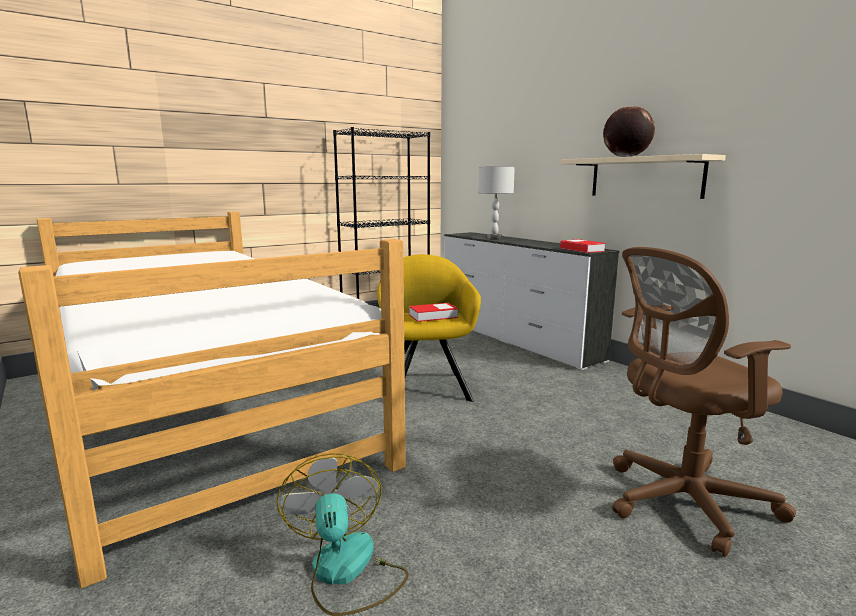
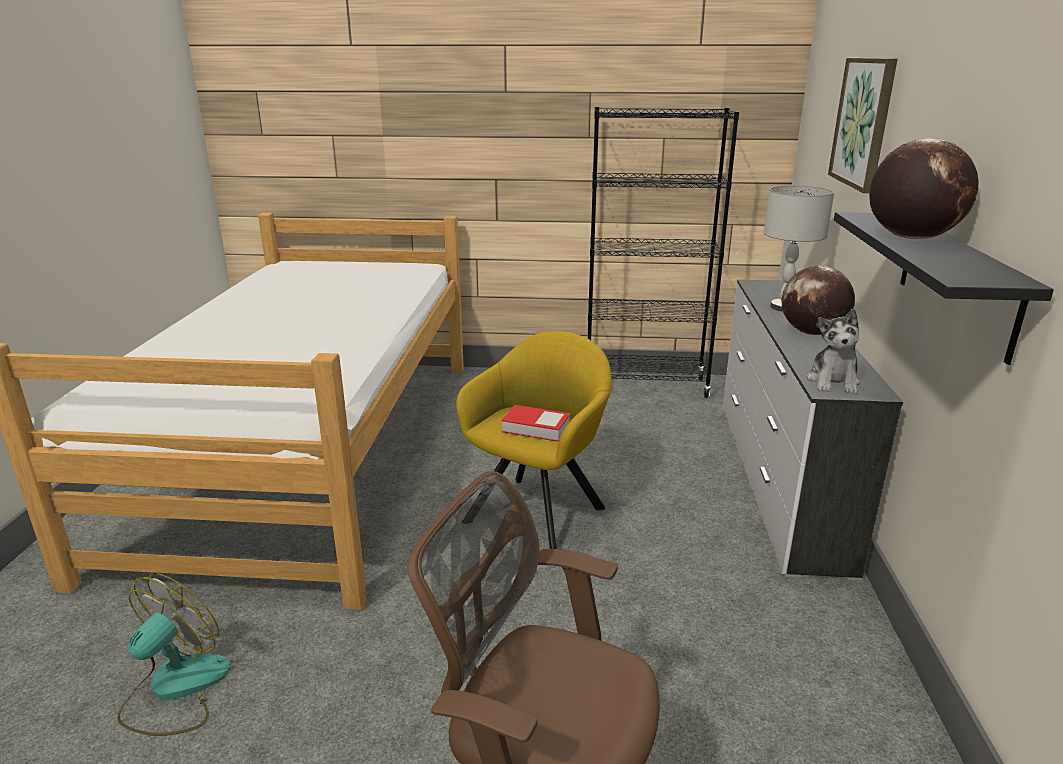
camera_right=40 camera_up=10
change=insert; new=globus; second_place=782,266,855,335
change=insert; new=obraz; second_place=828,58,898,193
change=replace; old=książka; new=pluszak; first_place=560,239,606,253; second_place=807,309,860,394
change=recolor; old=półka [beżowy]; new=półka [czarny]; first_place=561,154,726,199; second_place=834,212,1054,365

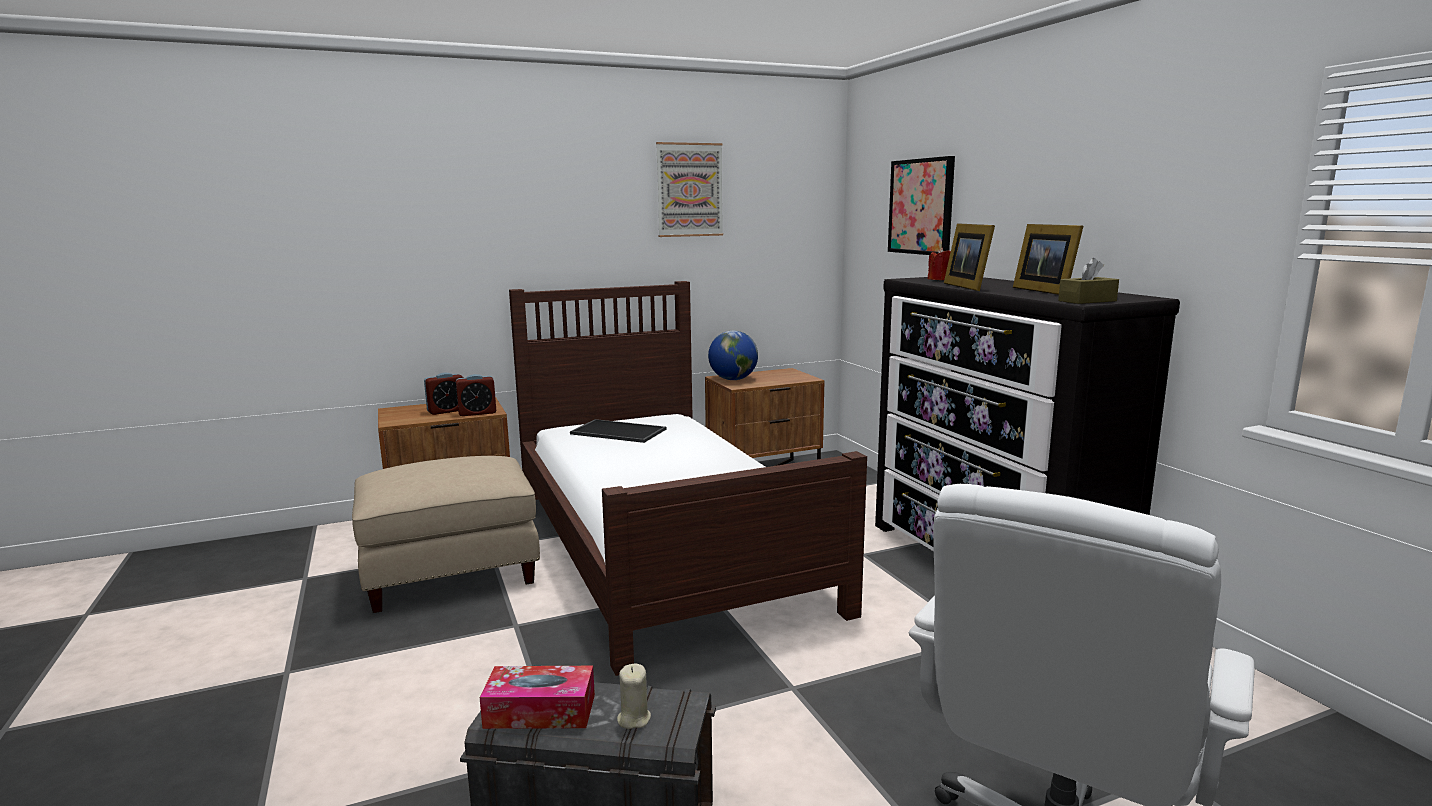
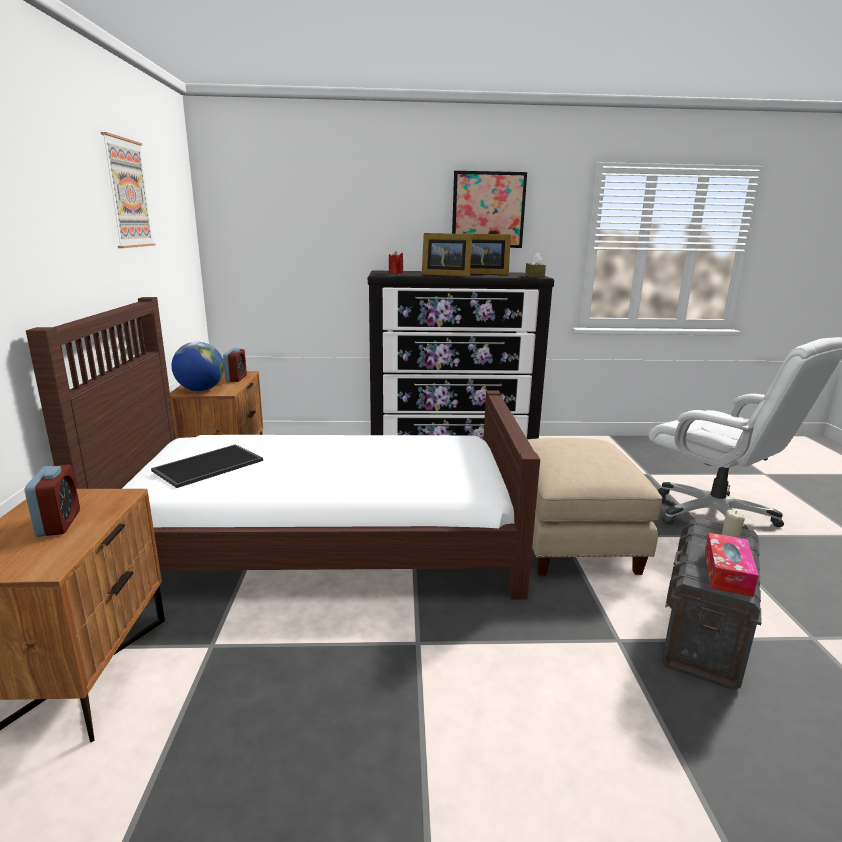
camera_right=-70 camera_up=5
change=move; old=pufa [beżowy]; first_place=352,456,540,613; second_place=527,438,663,576
change=move; old=budzik; first_place=456,374,496,416; second_place=223,348,247,382
change=move; old=obraz; first_place=888,156,955,255; second_place=452,171,527,248

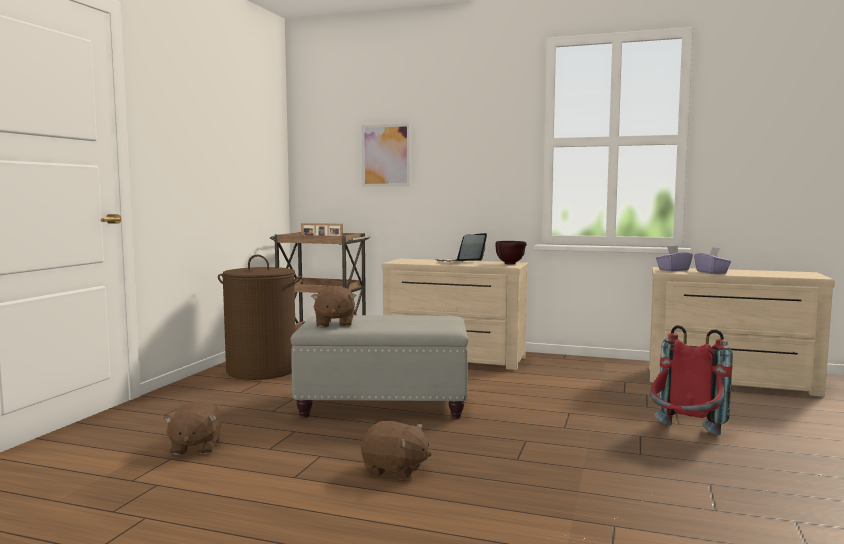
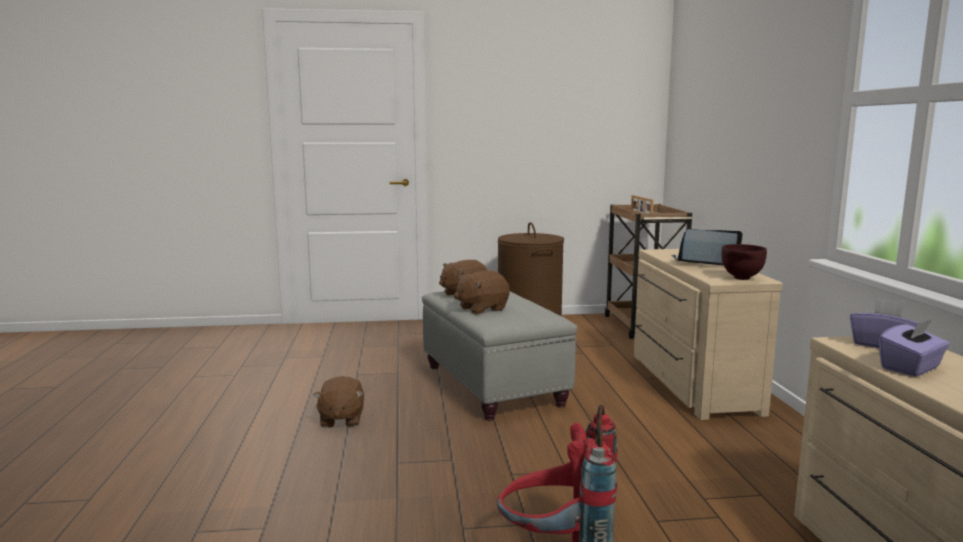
camera_right=65 camera_up=5
change=delete; old=obraz; first_place=362,123,410,187
change=move; old=pluszak [brązowy]; first_place=163,400,222,455; second_place=455,271,510,314

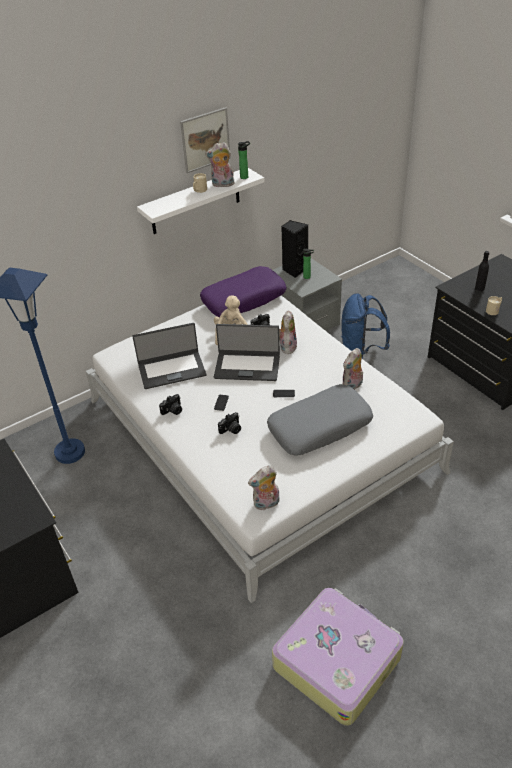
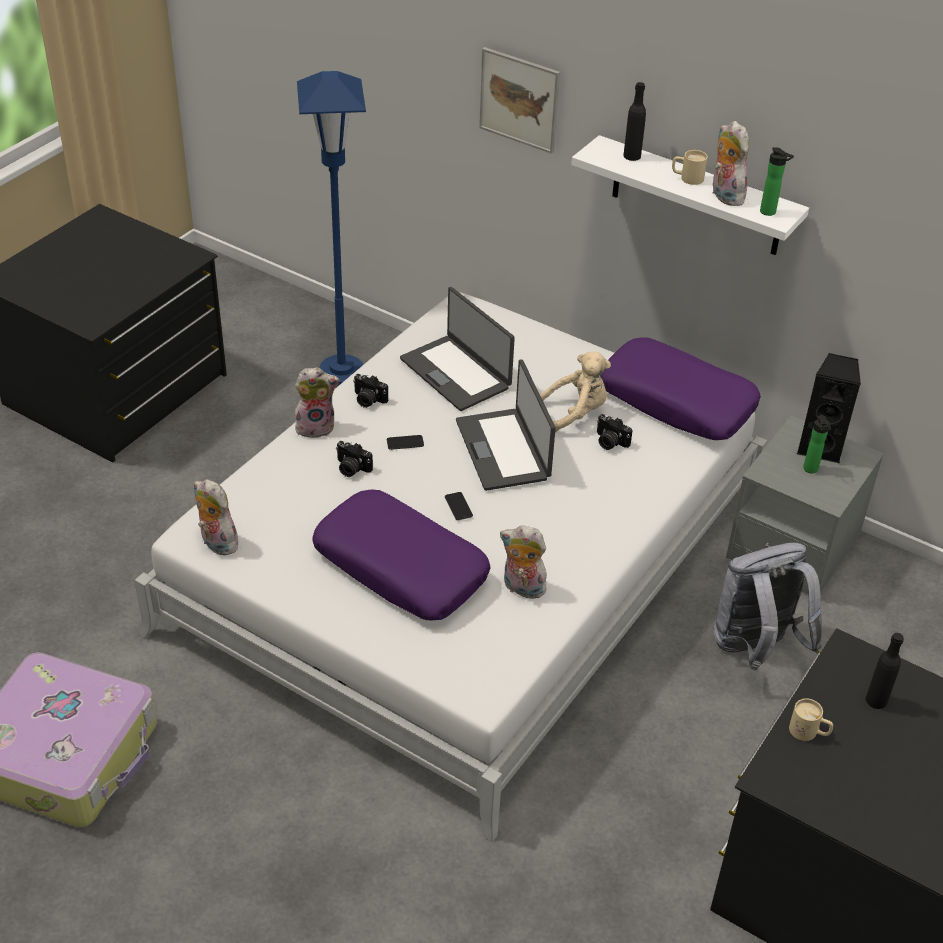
camera_right=65 camera_up=0
change=insert; new=butelka [czarny]; second_place=623,82,646,161
change=move; old=obraz; first_place=180,107,231,173; second_place=479,47,560,154
change=move; old=pluszak; first_place=279,311,297,354; second_place=295,367,340,438
change=recolor; old=poduszka [szary]; new=poduszka [fioletowy]; first_place=267,384,373,455; second_place=312,489,490,621
change=recolor; old=plecak [niebieski]; new=plecak [szary]; first_place=341,293,390,358; second_place=714,543,822,670

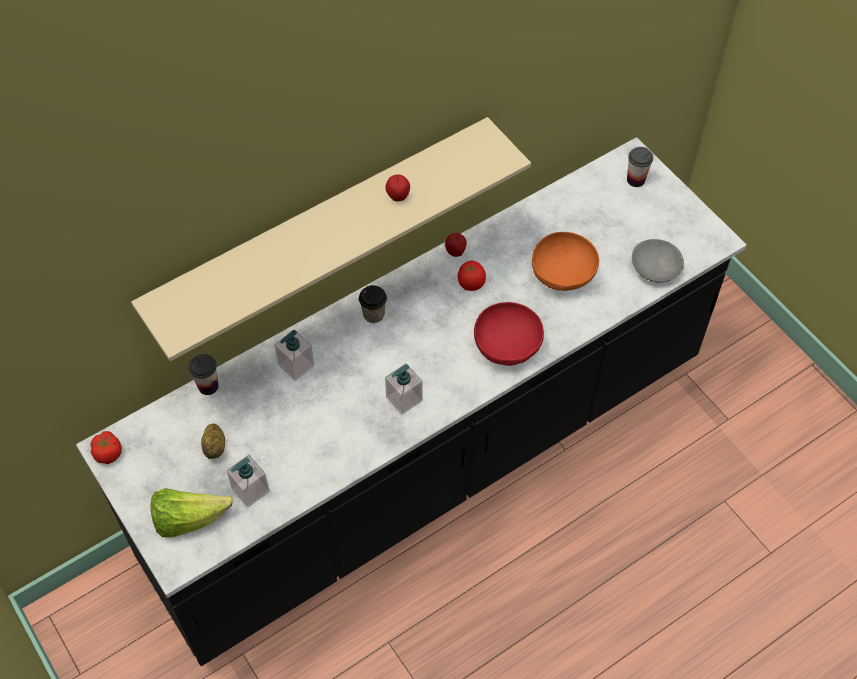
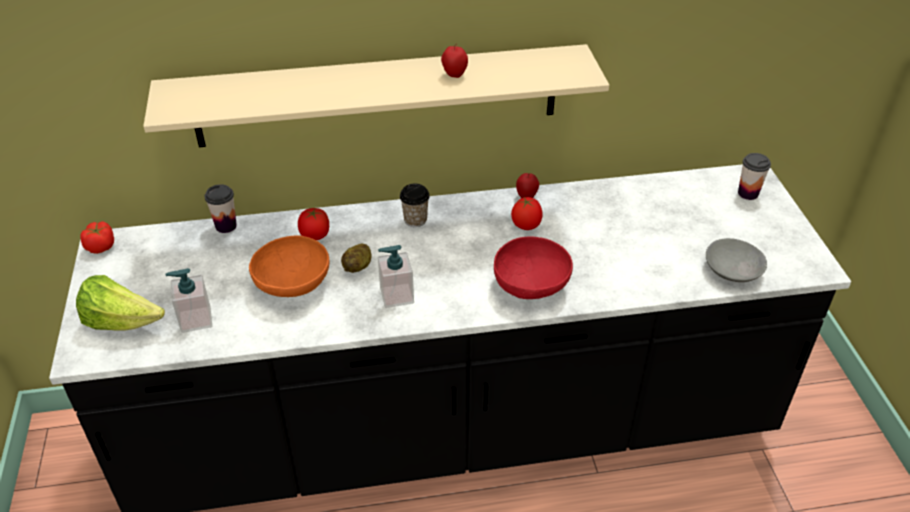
camera_right=25 camera_up=-15
change=move; old=ziemniak; first_place=201,424,225,459; second_place=341,244,372,273
change=move; old=miska [pomarańczowy]; first_place=532,232,599,291; second_place=249,235,330,297
change=replace; old=dozownik mydła; new=pomidor; first_place=275,330,315,381; second_place=298,208,329,240

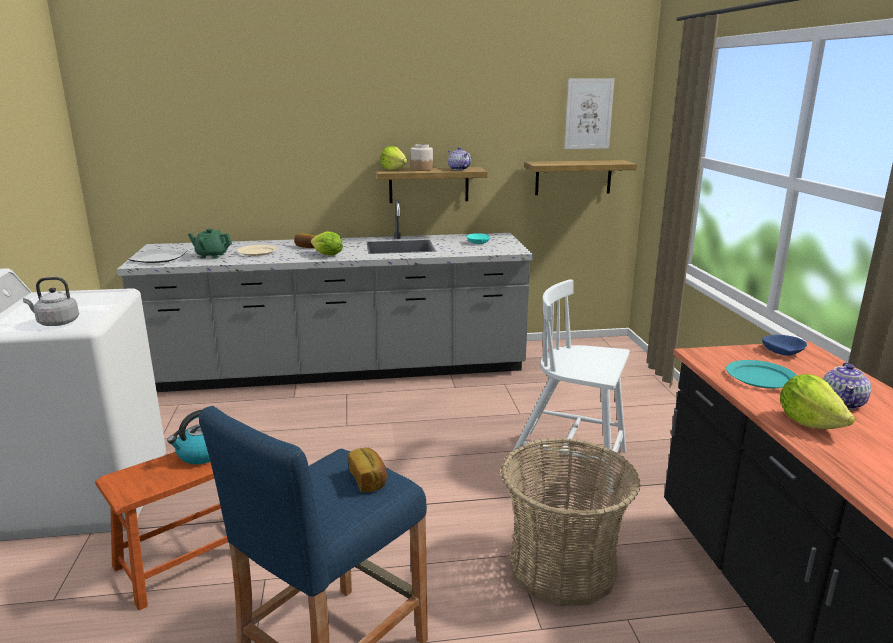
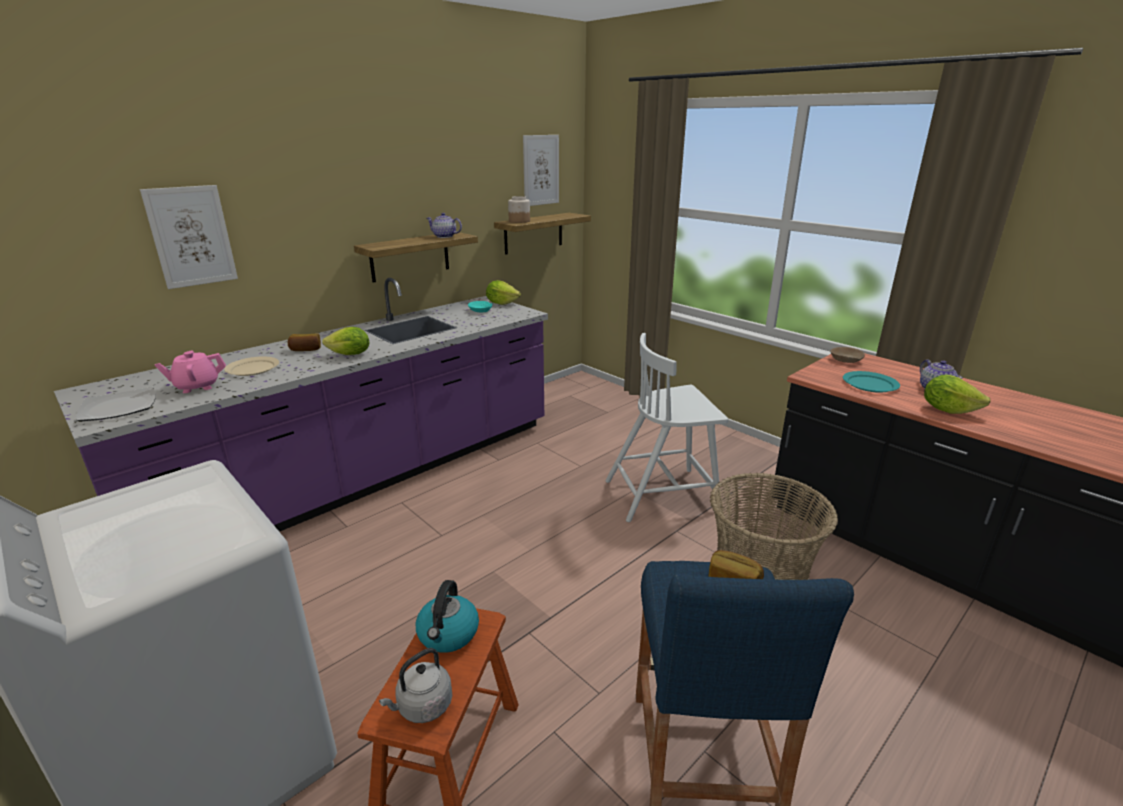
camera_right=-35 camera_up=5
change=insert; new=obraz; second_place=140,185,238,289
change=move; old=czajnik [szary]; first_place=23,277,79,326; second_place=379,648,452,723
change=move; old=sałata; first_place=381,146,407,171; second_place=486,280,521,305
change=move; old=słoik; first_place=411,144,433,171; second_place=508,196,530,223
change=recolor; old=zabudowa kuchenna [szary]; new=zabudowa kuchenna [fioletowy]; first_place=117,200,533,392; second_place=54,278,548,532
change=recolor; old=imbryk [zielony]; new=imbryk [różowy]; first_place=188,228,232,259; second_place=155,351,226,393
change=recolor; old=miska [niebieski]; new=miska [beżowy]; first_place=762,335,807,356; second_place=830,347,865,363

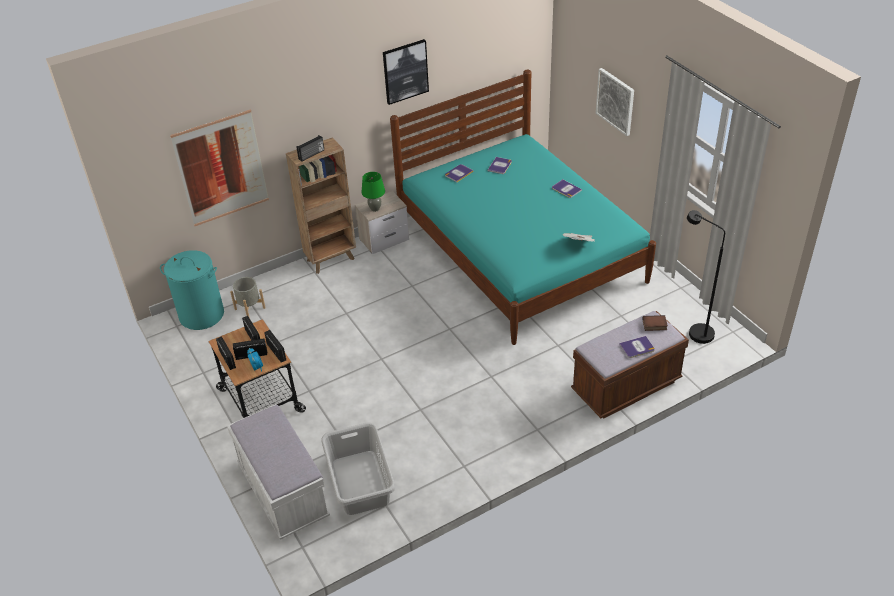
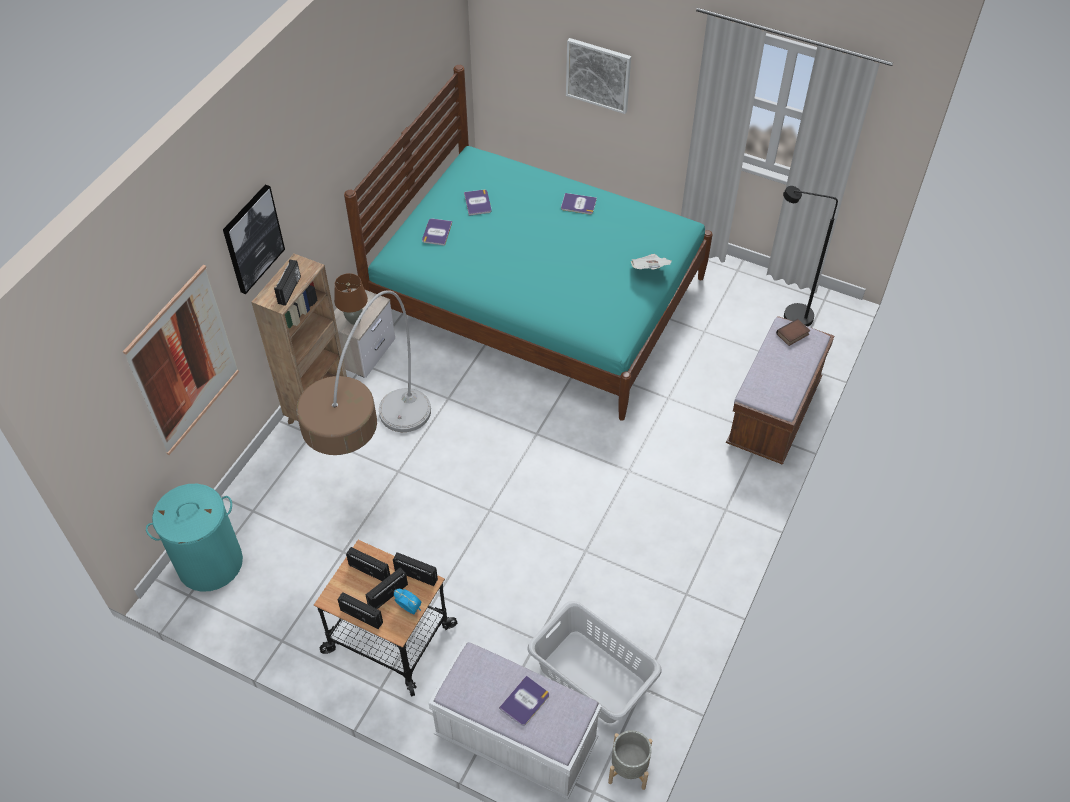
camera_right=-35 camera_up=10
change=insert; new=lampa stojąca; second_place=296,290,431,455
change=move; old=donica [szary]; first_place=230,277,266,318; second_place=608,730,652,790
change=move; old=obraz; first_place=383,39,429,105; second_place=223,184,285,294
change=move; old=książka; first_place=619,336,655,358; second_place=499,675,549,726
change=recolor; old=lampa stołowa [zielony]; new=lampa stołowa [brązowy]; first_place=362,172,385,212; second_place=334,273,368,325

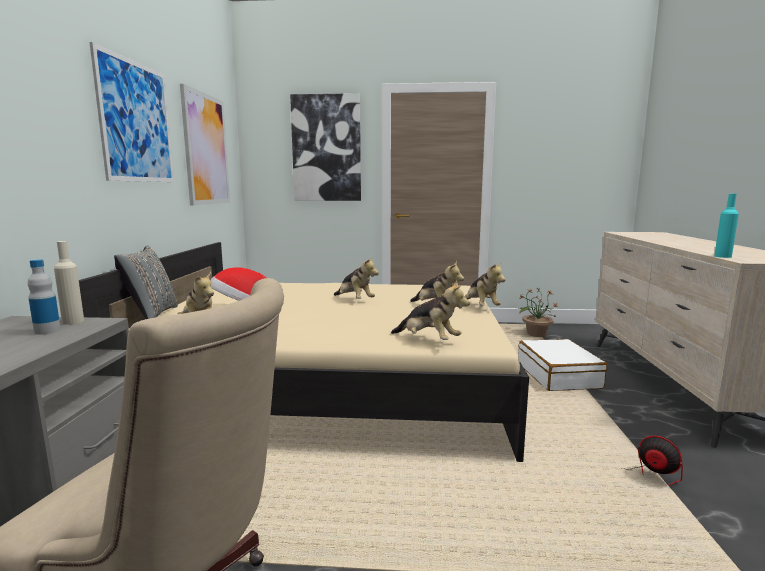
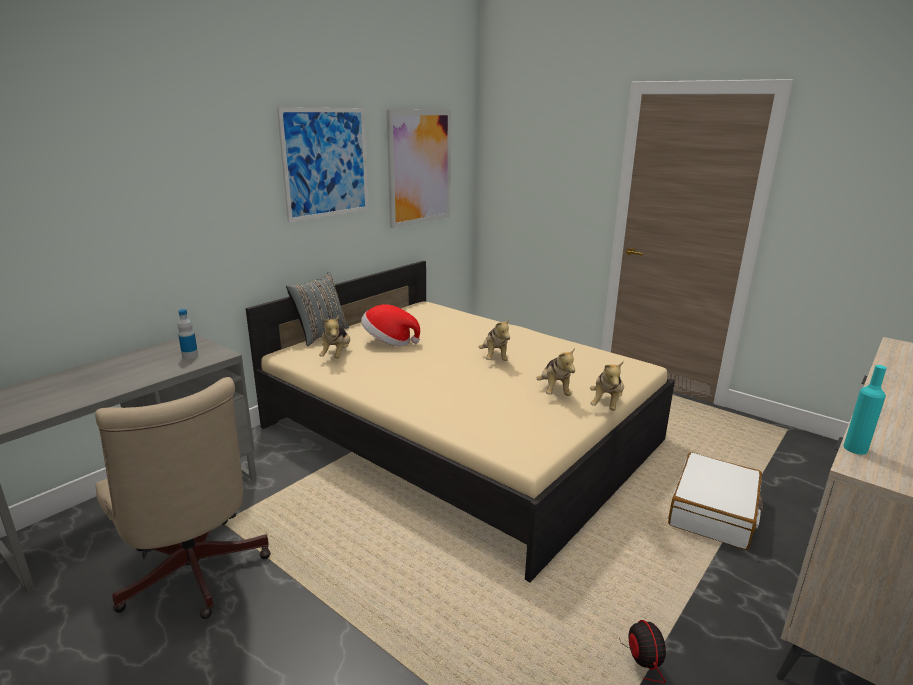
camera_right=35 camera_up=10
change=delete; old=butelka [beżowy]; first_place=54,241,84,325
change=delete; old=obraz; first_place=290,93,361,201
change=delete; old=pluszak; first_place=391,280,470,340
change=delete; old=roślina doniczkowa; first_place=518,288,558,337

